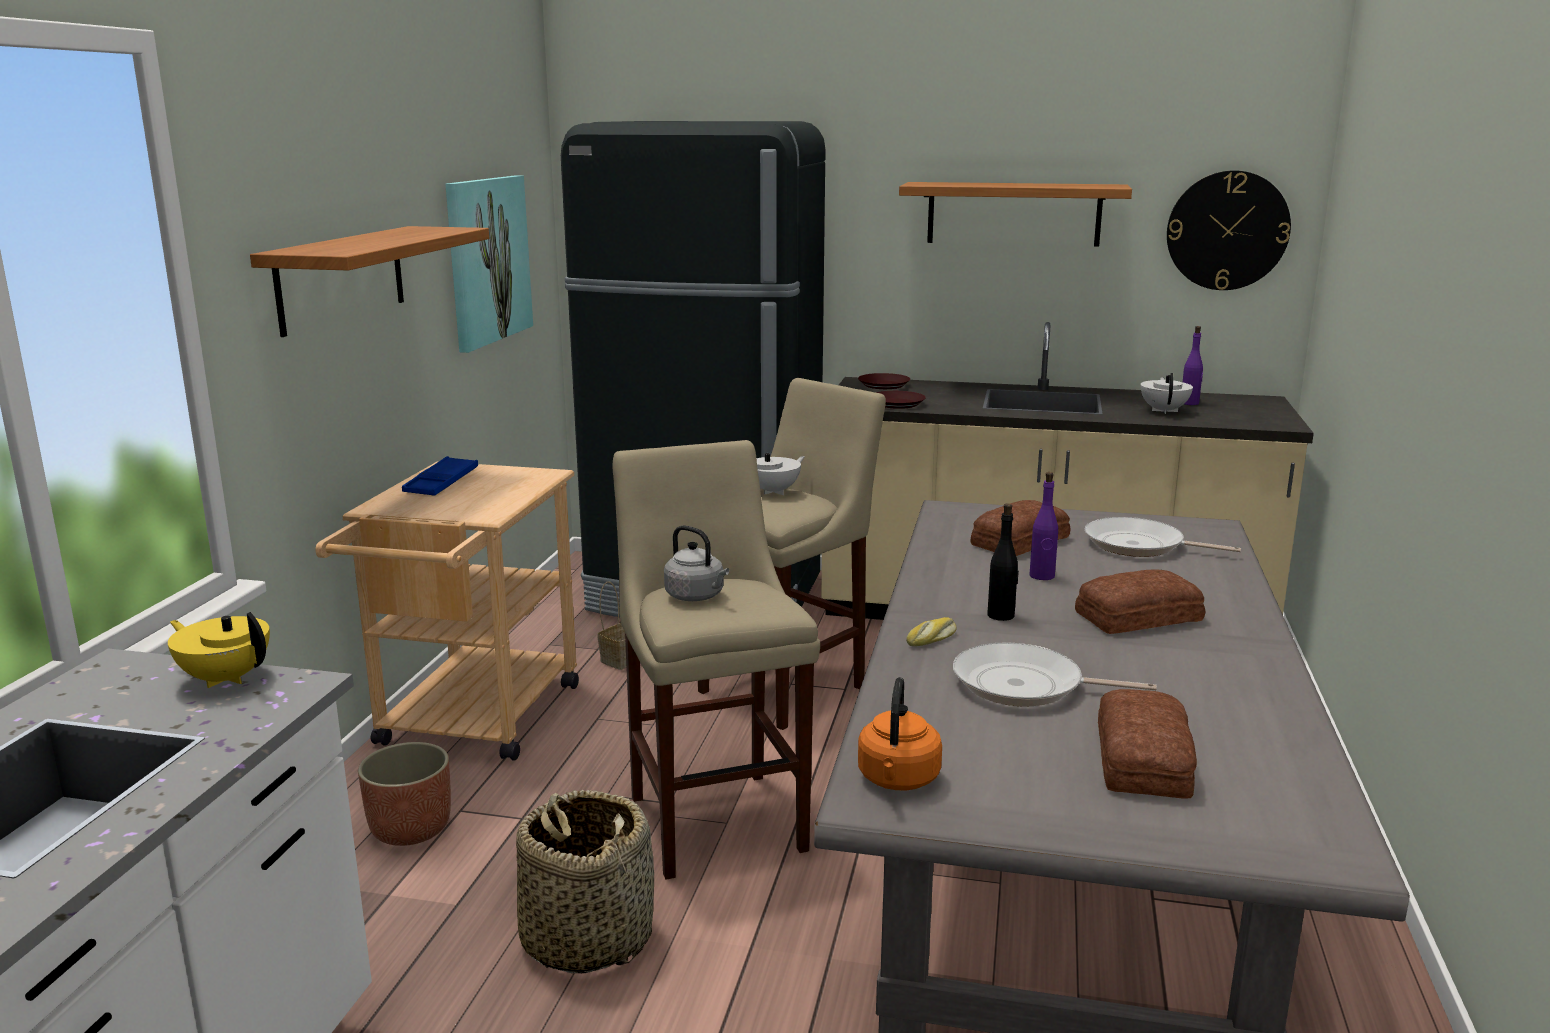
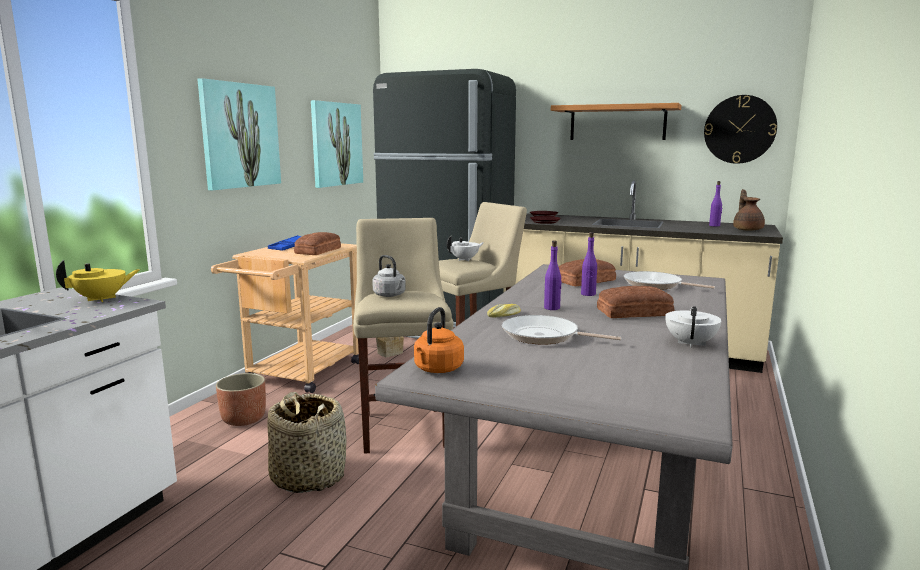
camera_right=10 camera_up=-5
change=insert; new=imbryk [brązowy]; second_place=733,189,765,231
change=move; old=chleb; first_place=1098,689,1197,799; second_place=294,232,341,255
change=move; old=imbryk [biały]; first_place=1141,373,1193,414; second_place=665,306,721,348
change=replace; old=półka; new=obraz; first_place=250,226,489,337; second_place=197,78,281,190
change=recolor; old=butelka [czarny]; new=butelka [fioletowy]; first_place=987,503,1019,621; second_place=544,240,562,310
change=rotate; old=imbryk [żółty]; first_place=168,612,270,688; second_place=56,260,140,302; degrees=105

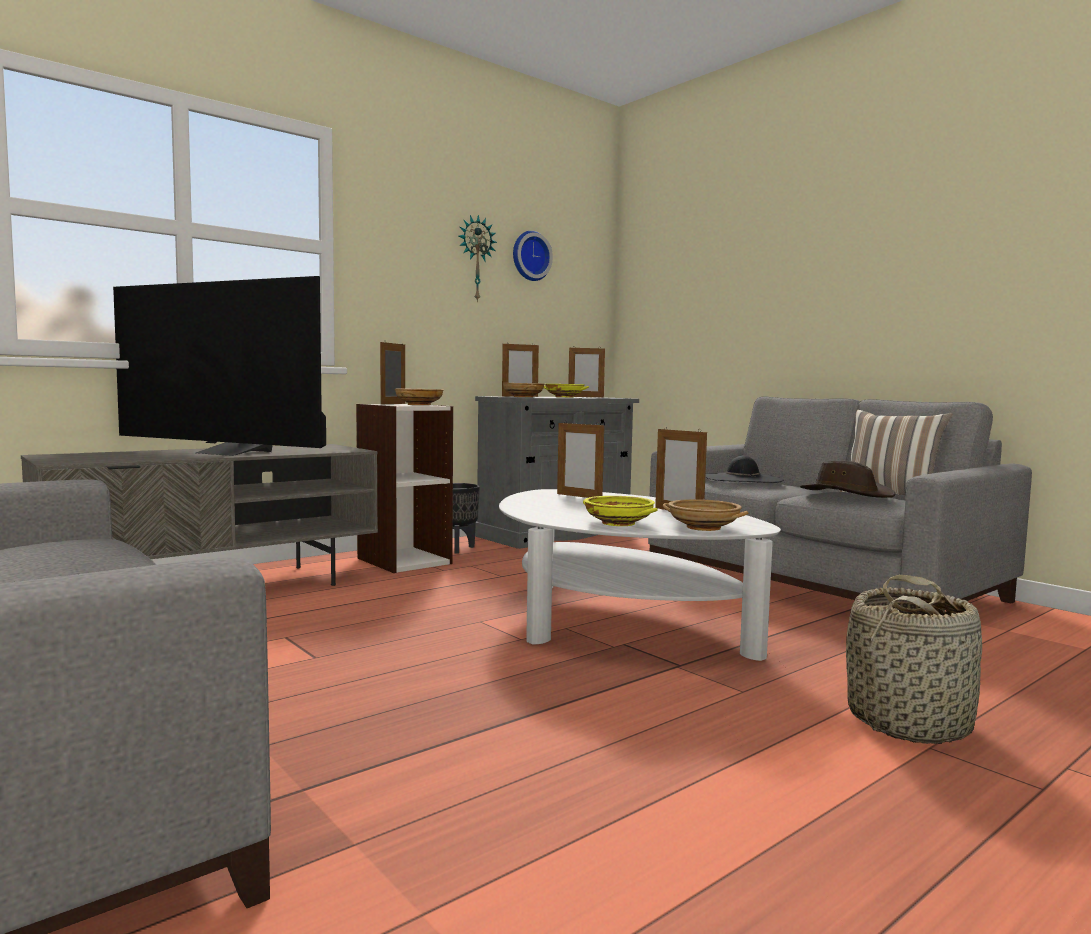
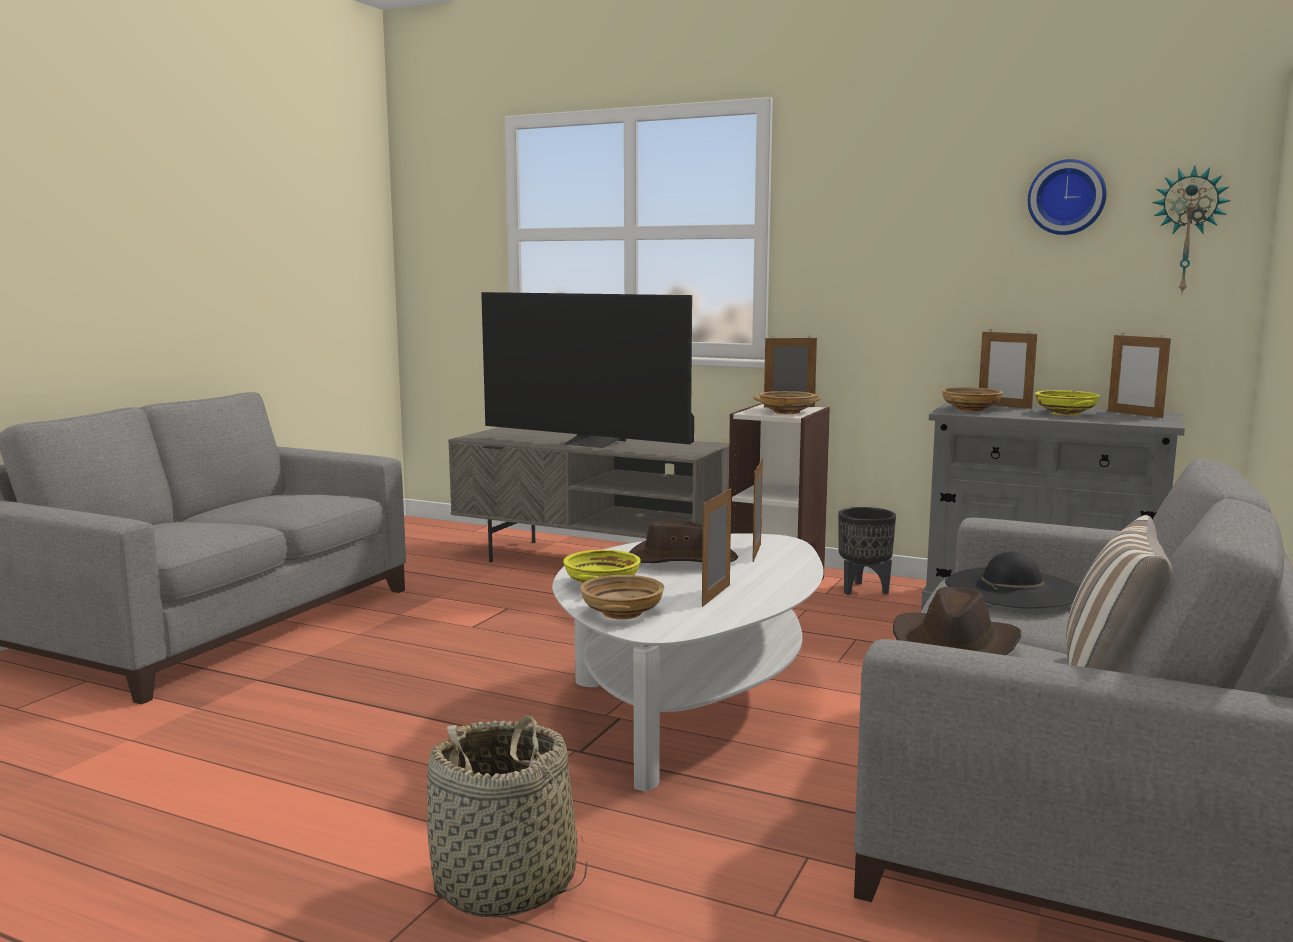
camera_right=65 camera_up=5
change=insert; new=kapelusz [brązowy]; second_place=629,519,738,563
change=move; old=zegar ścienny; first_place=459,214,497,302; second_place=1152,165,1231,295
change=rotate; old=telewizor; first_place=113,276,326,456; second_place=481,292,694,448; degrees=-60

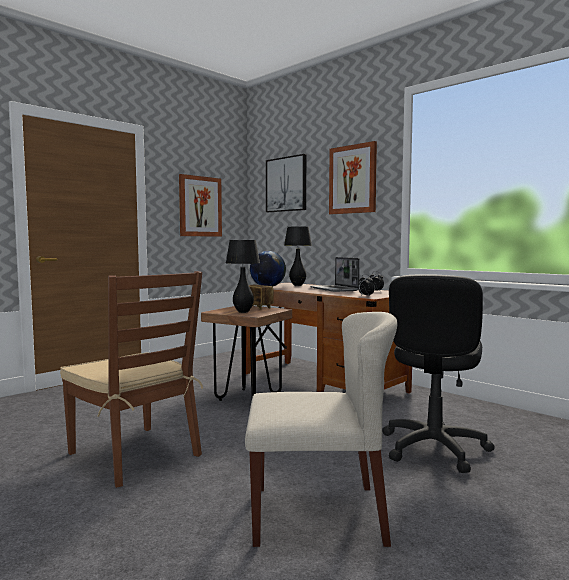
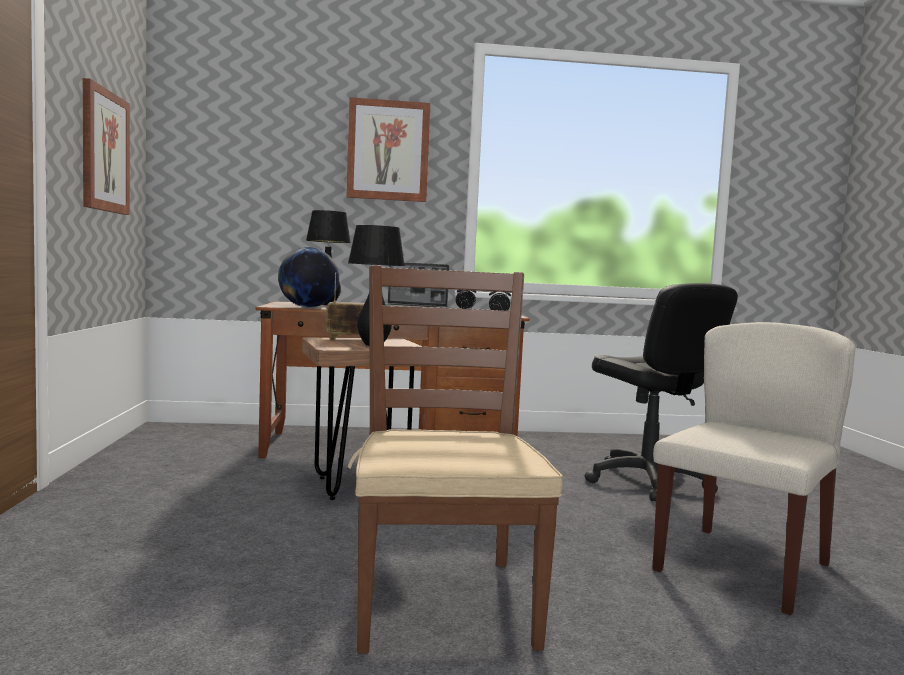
camera_right=-50 camera_up=0
change=delete; old=obraz; first_place=266,154,306,212
change=rotate; old=krzesło [brązowy]; first_place=60,271,203,488; second_place=348,265,563,653; degrees=-90

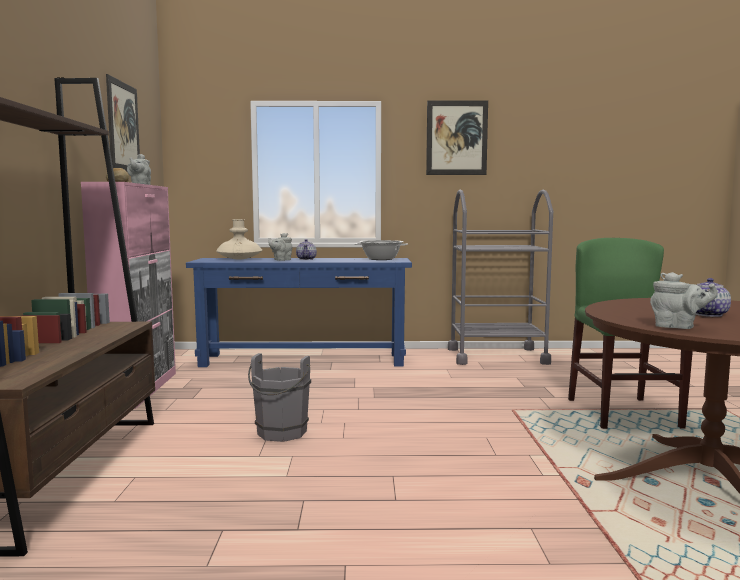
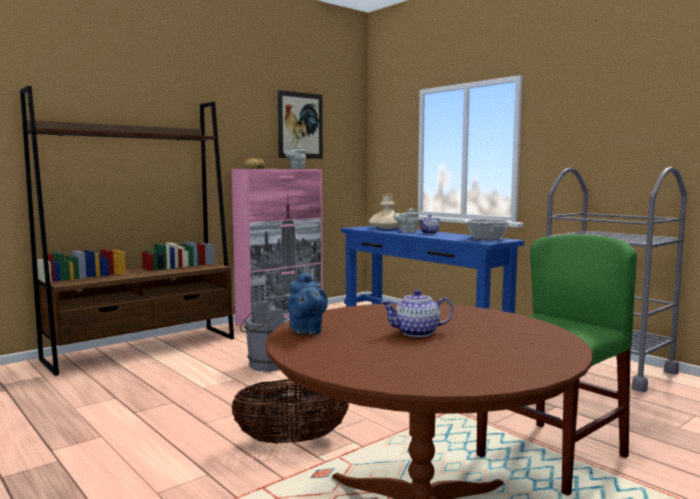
camera_right=50 camera_up=0
change=delete; old=obraz; first_place=426,100,488,175
change=insert; new=koszyk; second_place=231,379,349,444
change=recolor; old=imbryk [szary]; new=imbryk [niebieski]; first_place=650,272,718,329; second_place=287,272,328,334

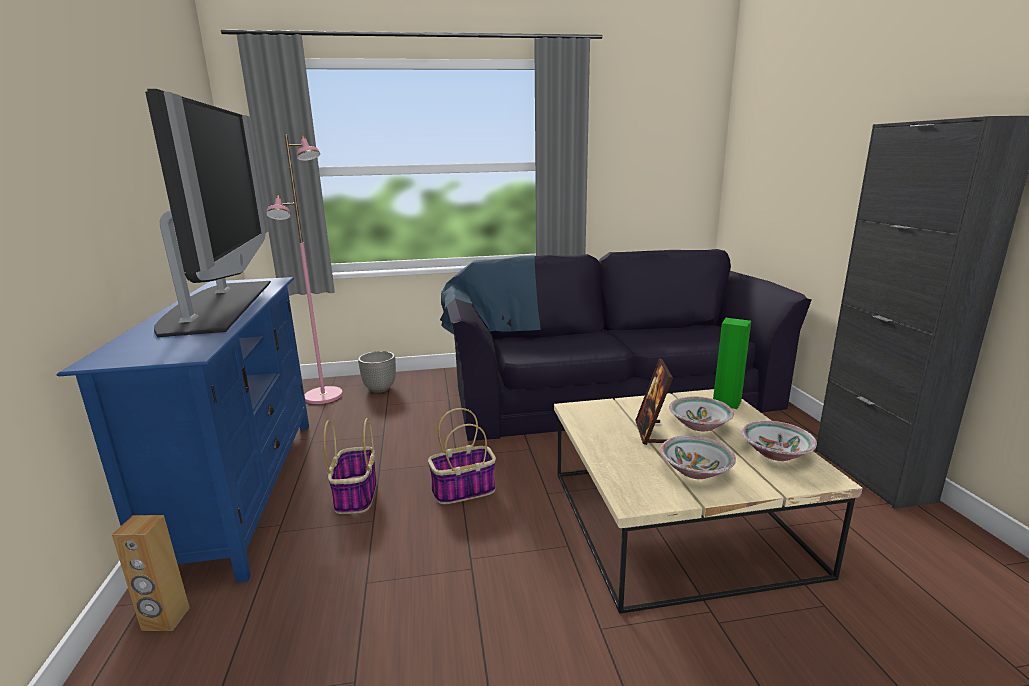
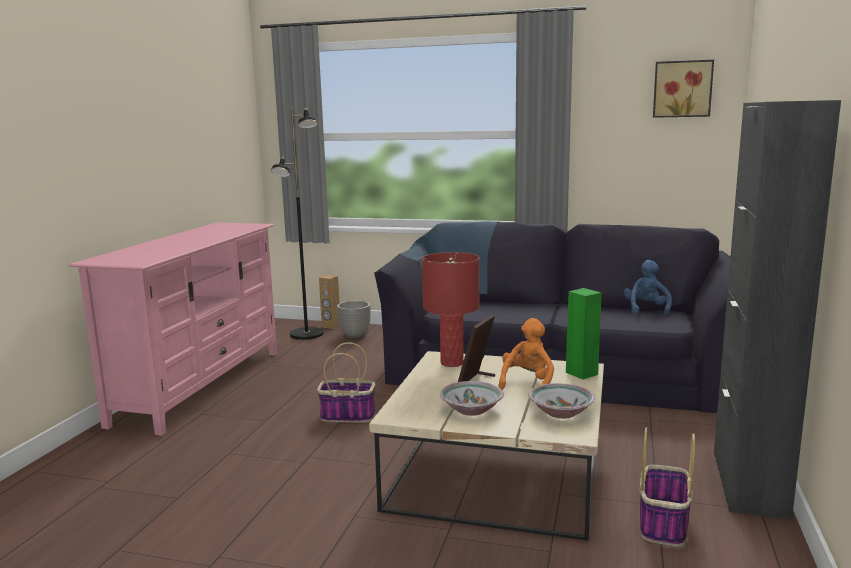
camera_right=25 camera_up=-5
change=delete; old=telewizor; first_place=145,89,271,337
change=insert; new=lampa stołowa [czerwony]; second_place=422,252,480,367
change=insert; new=pluszak [niebieski]; second_place=624,260,672,316
change=insert; new=obraz; second_place=653,60,714,118
change=move; old=głośnik [brązowy]; first_place=112,515,190,631; second_place=319,275,339,329
change=move; old=koszyk; first_place=323,418,377,514; second_place=640,427,695,546
change=replace; old=miska; new=pluszak [pomarańczowy]; first_place=669,396,734,431; second_place=498,318,554,389
change=recolor; old=szafka pod telewizor [niebieski]; new=szafka pod telewizor [różowy]; first_place=57,277,309,583; second_place=68,223,277,436
change=recolor; old=lampa stojąca [różowy]; new=lampa stojąca [czarny]; first_place=266,135,343,404; second_place=271,107,324,340

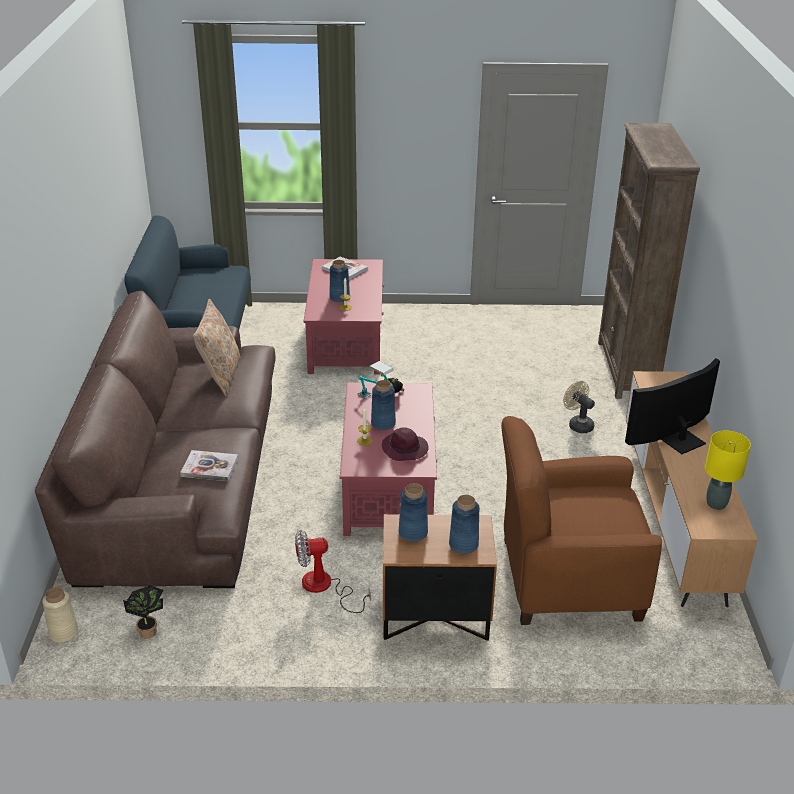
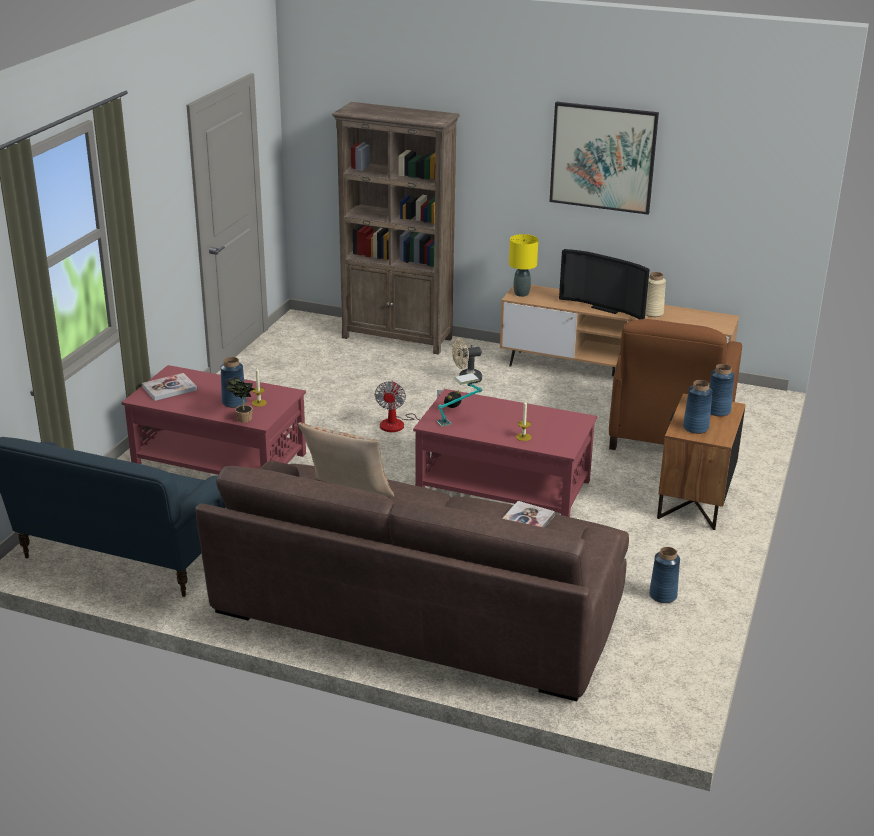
camera_right=-70 camera_up=-5
change=delete; old=kapelusz [fioletowy]; first_place=382,427,429,461
change=insert; new=obraz; second_place=549,102,659,215
change=move; old=wazon [beżowy]; first_place=42,587,78,643; second_place=645,272,666,317
change=move; old=roślina doniczkowa; first_place=123,585,164,639; second_place=225,377,255,423
change=move; old=wentylator; first_place=295,530,371,613; second_place=375,380,443,432
change=move; old=wazon [niebieski]; first_place=371,380,396,430; second_place=649,547,680,603
change=move; old=lampa stołowa [żółty]; first_place=705,430,751,510; second_place=509,234,538,297
change=rotate; old=telewizor; first_place=625,358,720,454; second_place=559,249,650,319; degrees=-45

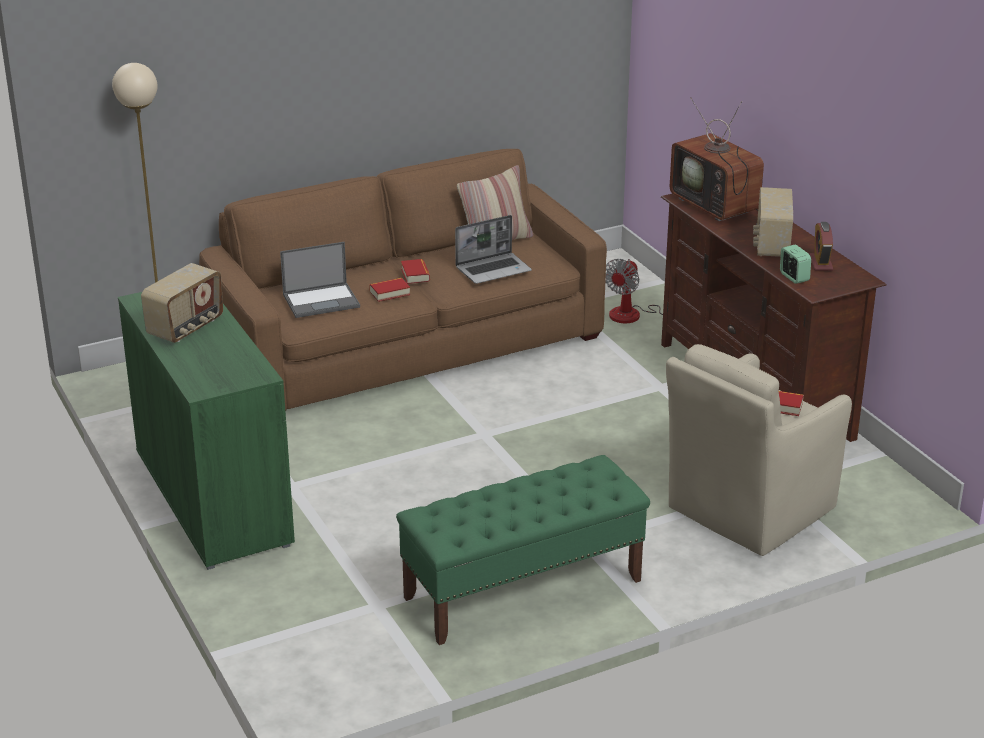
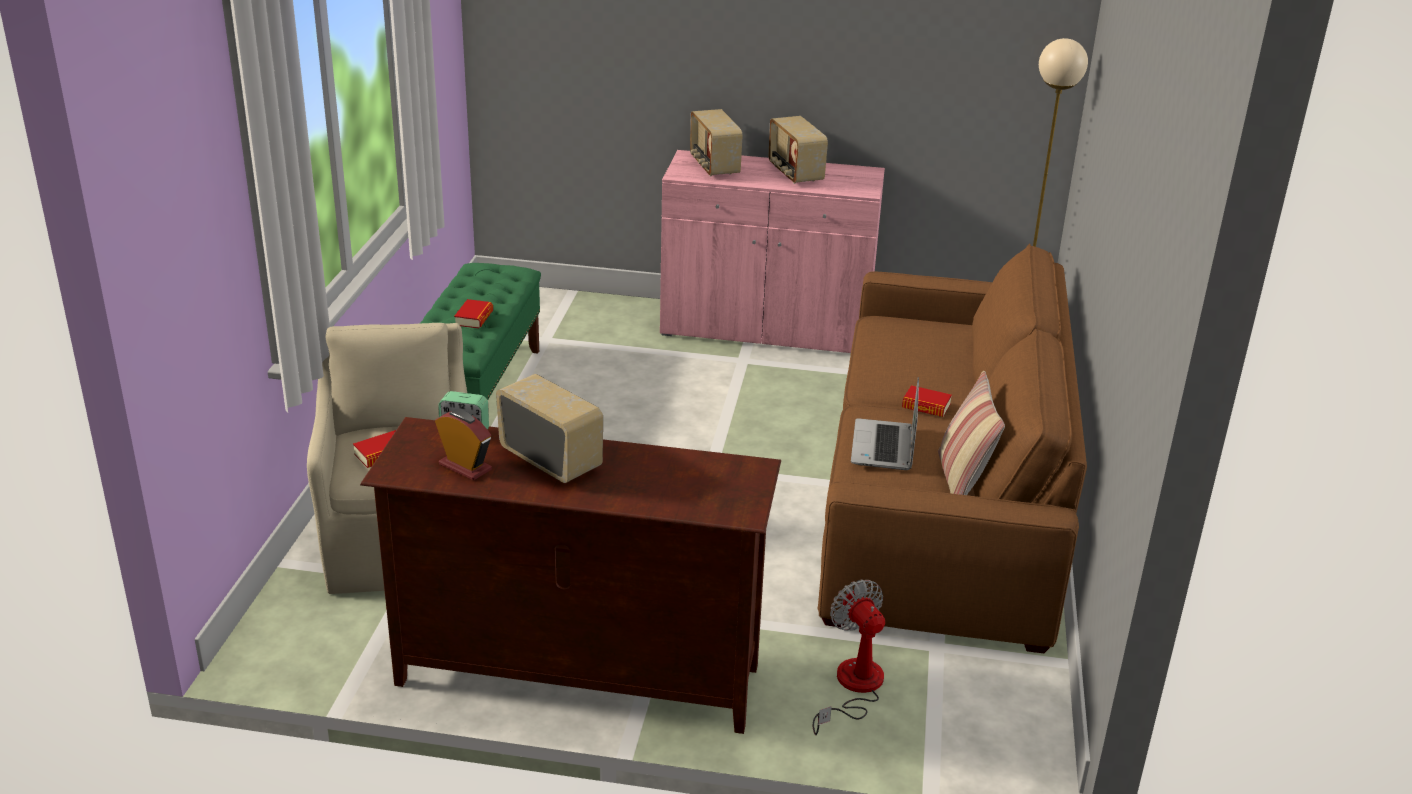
camera_right=125 camera_up=0
change=delete; old=laptop; first_place=280,242,360,318
change=delete; old=telewizor; first_place=670,98,764,225
change=insert; new=radio; second_place=690,109,743,176
change=move; old=książka; first_place=369,278,410,302; second_place=454,299,493,329
change=recolor; old=szafka [zielony]; new=szafka [różowy]; first_place=118,292,295,570; second_place=660,150,885,353

